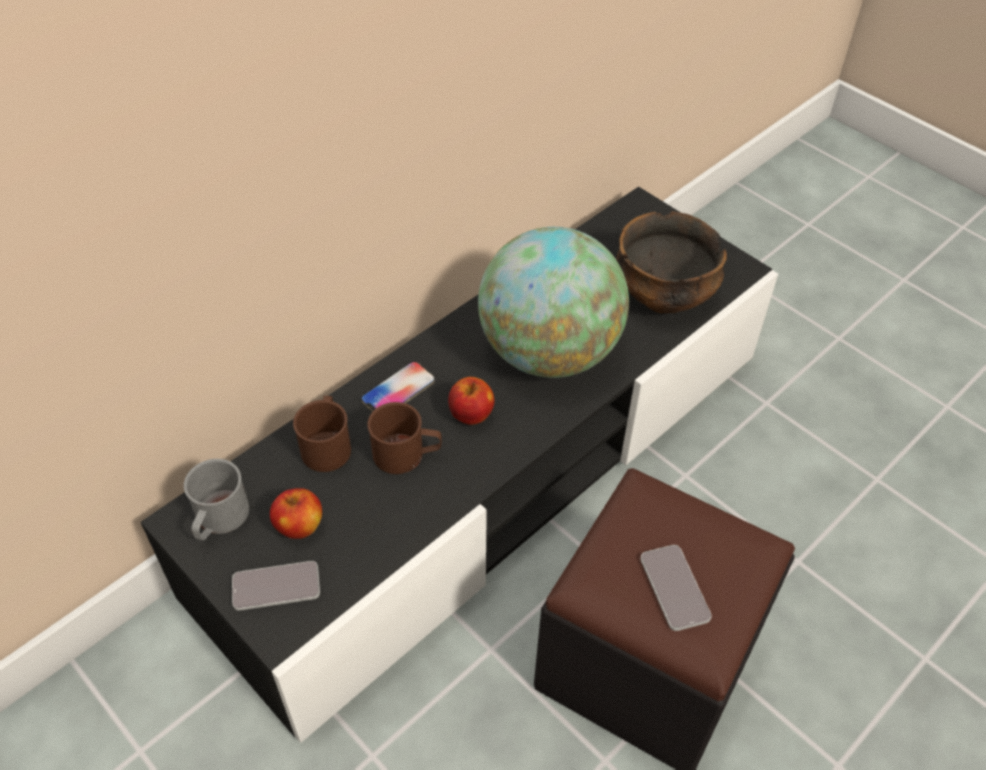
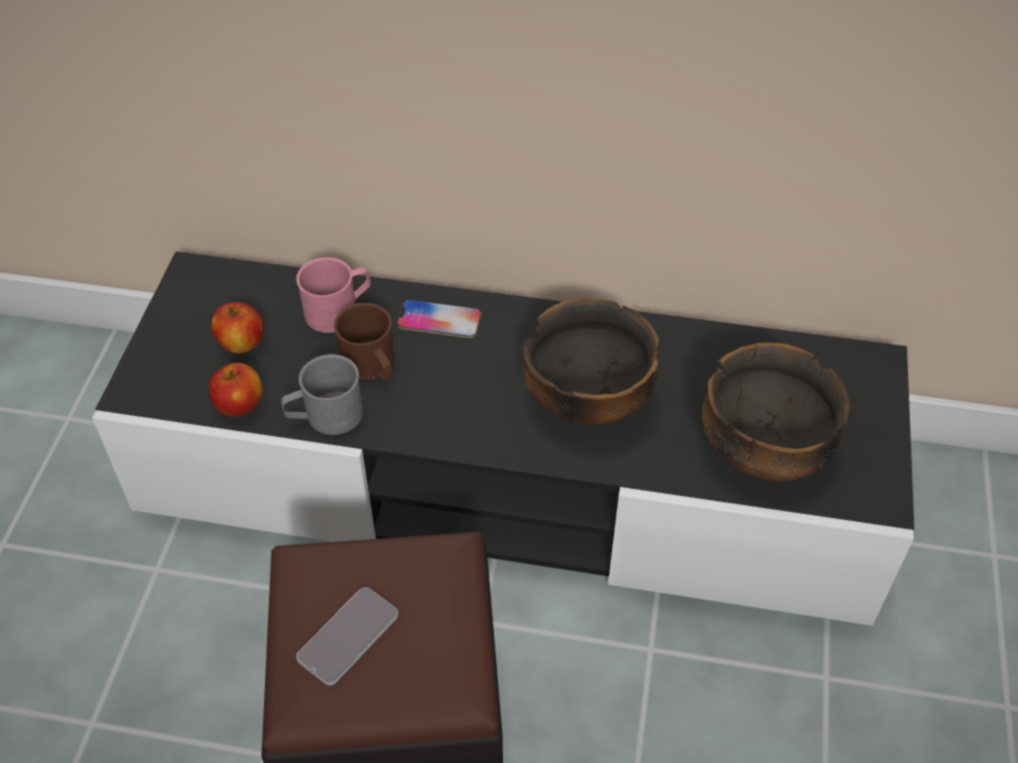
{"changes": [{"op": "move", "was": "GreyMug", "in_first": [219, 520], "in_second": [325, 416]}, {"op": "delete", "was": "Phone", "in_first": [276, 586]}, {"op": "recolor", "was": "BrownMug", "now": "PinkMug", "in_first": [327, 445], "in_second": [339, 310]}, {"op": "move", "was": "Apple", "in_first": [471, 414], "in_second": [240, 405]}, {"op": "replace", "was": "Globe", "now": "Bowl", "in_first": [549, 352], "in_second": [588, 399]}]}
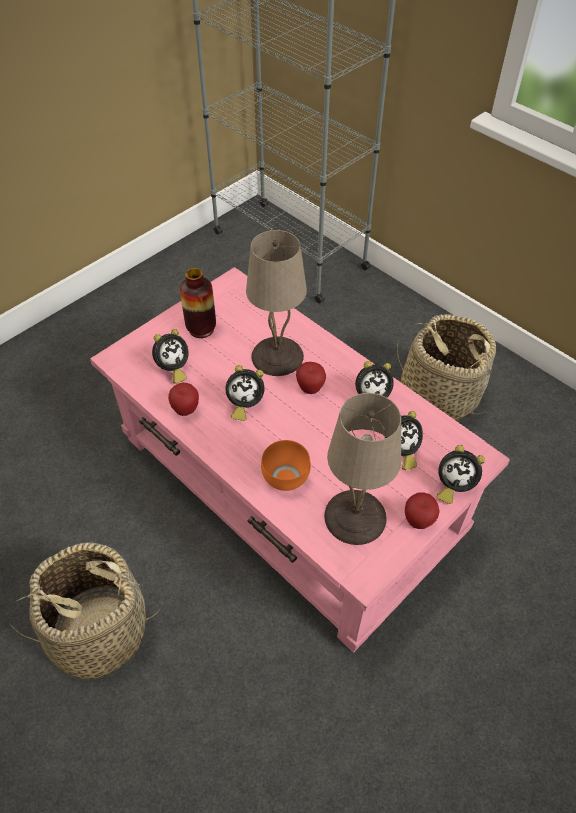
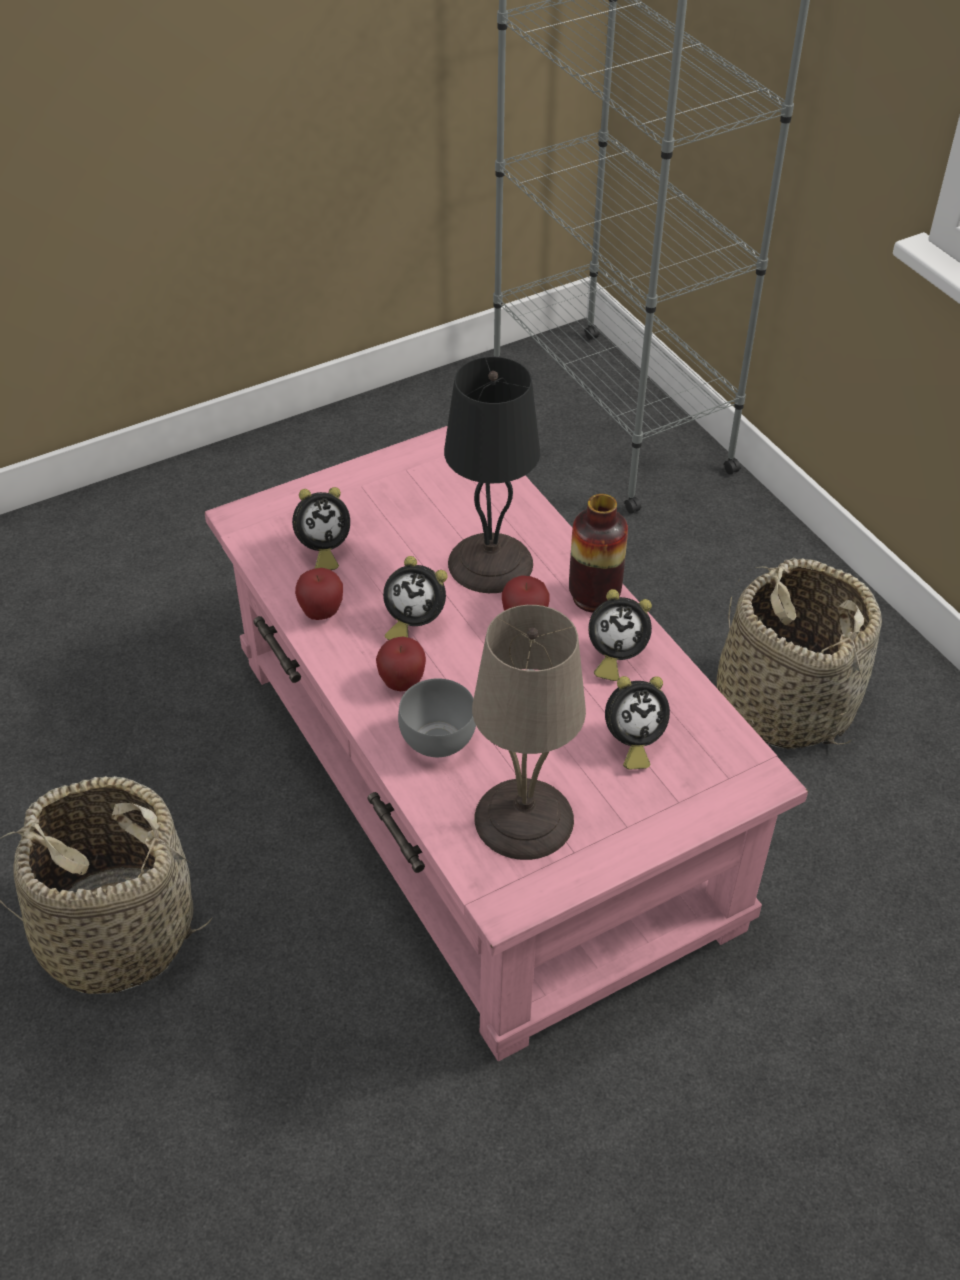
{"changes": [{"op": "move", "was": "Vase", "in_first": [201, 329], "in_second": [594, 597]}, {"op": "recolor", "was": "BeigeTableLamp", "now": "BlackTableLamp", "in_first": [278, 356], "in_second": [492, 563]}, {"op": "recolor", "was": "OrangeBowl", "now": "GreyBowl", "in_first": [287, 478], "in_second": [440, 742]}, {"op": "move", "was": "Apple", "in_first": [418, 521], "in_second": [402, 683]}, {"op": "delete", "was": "AlarmClock", "in_first": [453, 485]}]}
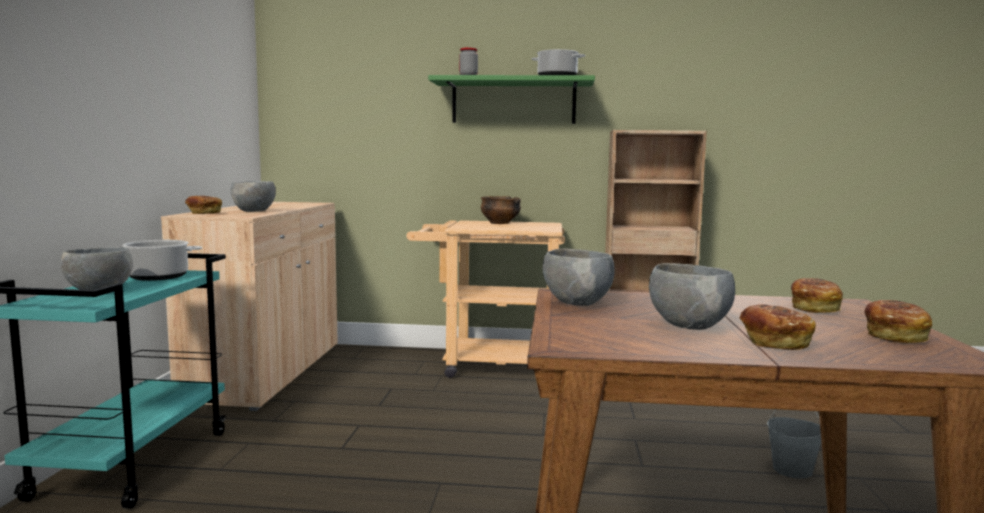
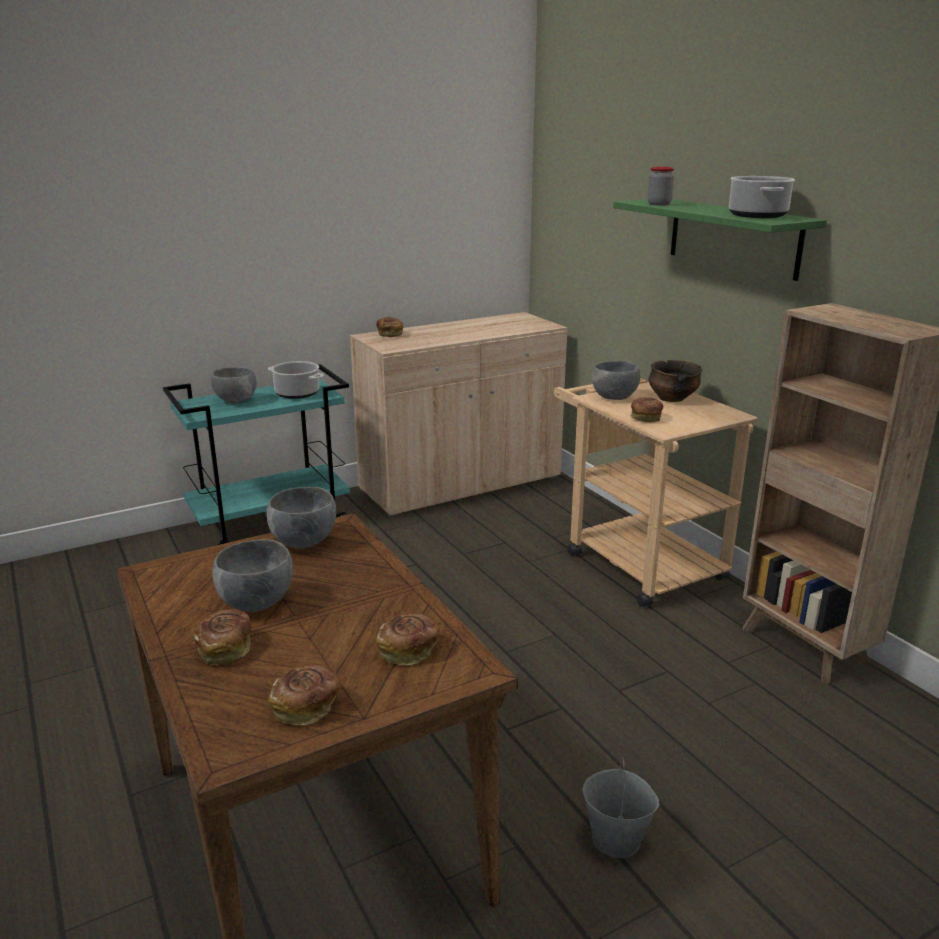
{"changes": [{"op": "move", "was": "GreyBowl", "in_first": [254, 211], "in_second": [615, 398]}, {"op": "insert", "now": "Bread", "in_second": [645, 418]}]}
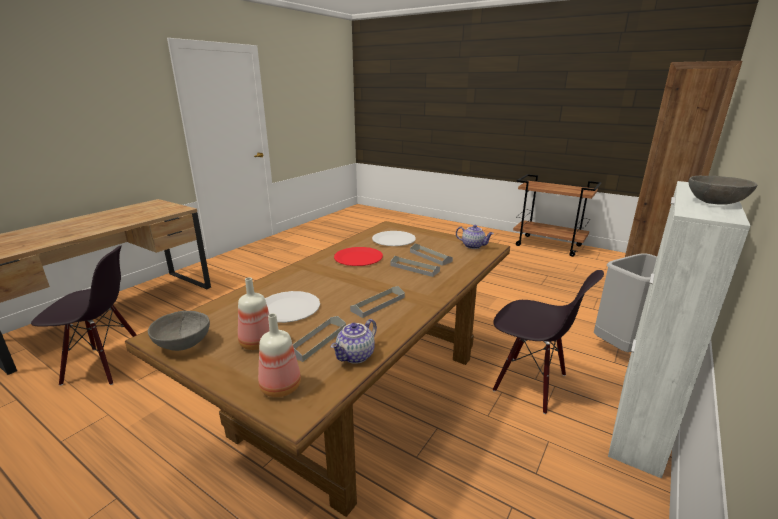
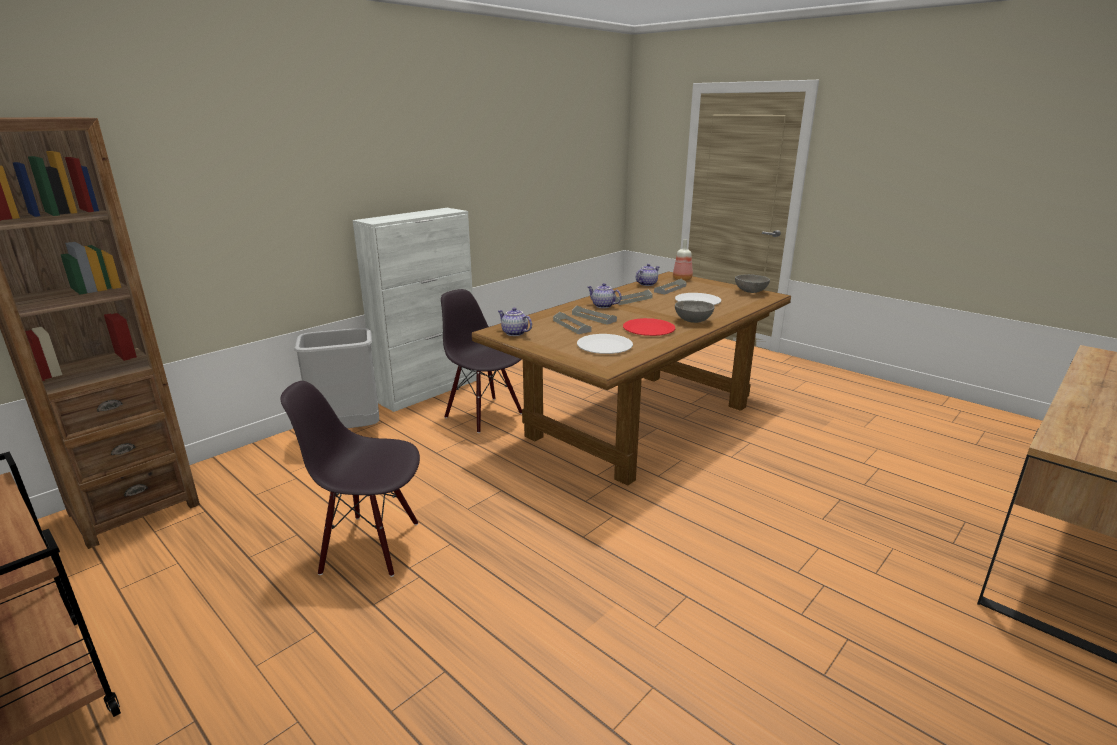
{"changes": [{"op": "move", "was": "BlackChair", "in_first": [104, 364], "in_second": [371, 546]}, {"op": "delete", "was": "Bottle", "in_first": [257, 344]}, {"op": "move", "was": "GreyBowl", "in_first": [715, 203], "in_second": [692, 321]}, {"op": "insert", "now": "Teapot", "in_second": [602, 306]}]}
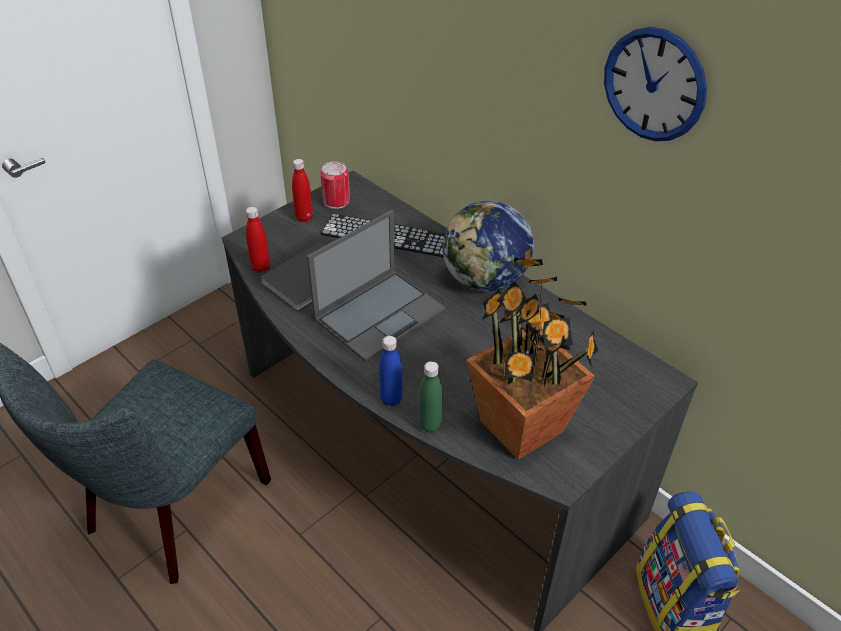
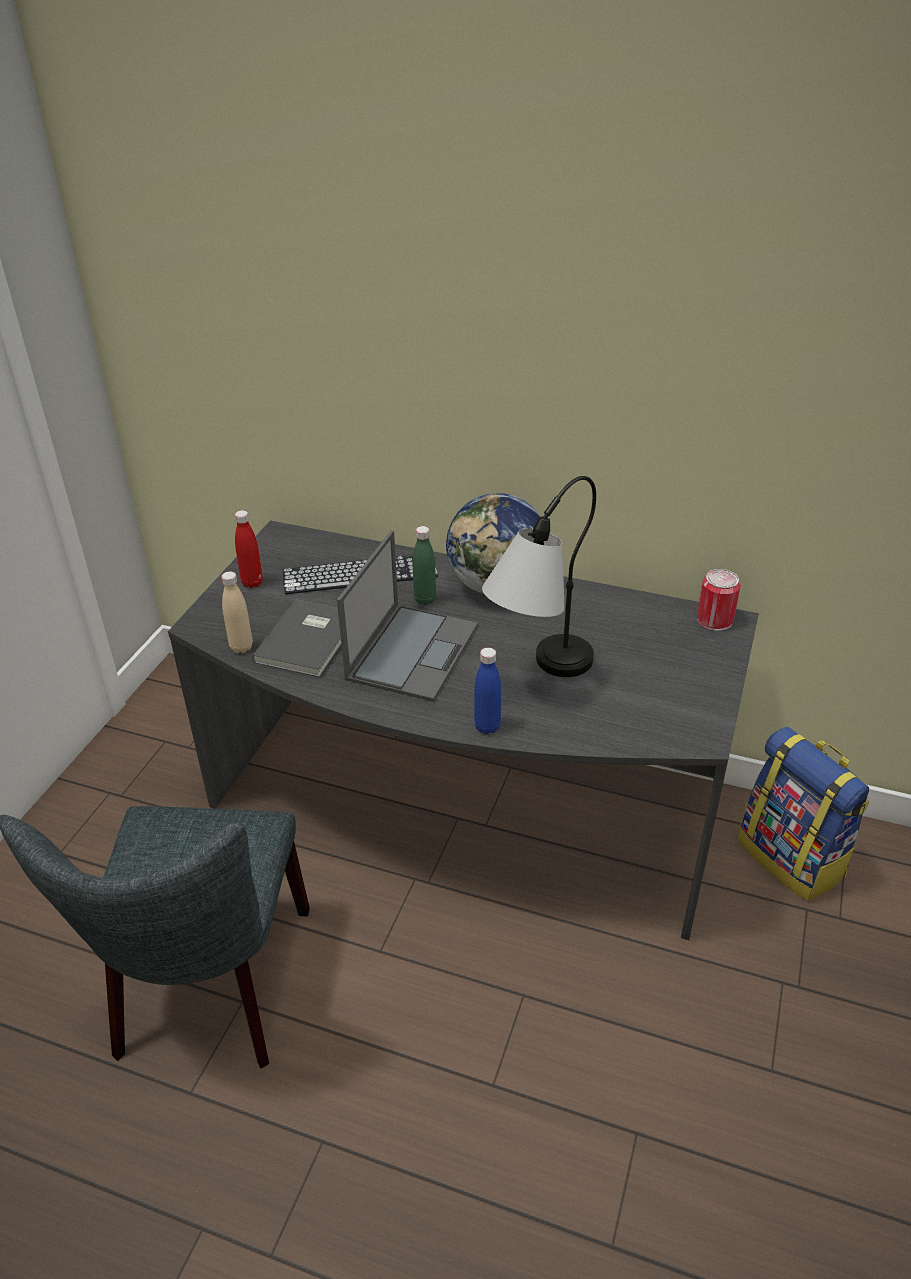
{"changes": [{"op": "recolor", "was": "RedBottle", "now": "BeigeBottle", "in_first": [261, 267], "in_second": [241, 647]}, {"op": "move", "was": "Can", "in_first": [336, 201], "in_second": [714, 620]}, {"op": "move", "was": "GreenBottle", "in_first": [430, 425], "in_second": [425, 599]}, {"op": "delete", "was": "PottedPlant", "in_first": [522, 427]}, {"op": "delete", "was": "WallClock", "in_first": [654, 85]}, {"op": "insert", "now": "TableLamp", "in_second": [537, 676]}]}
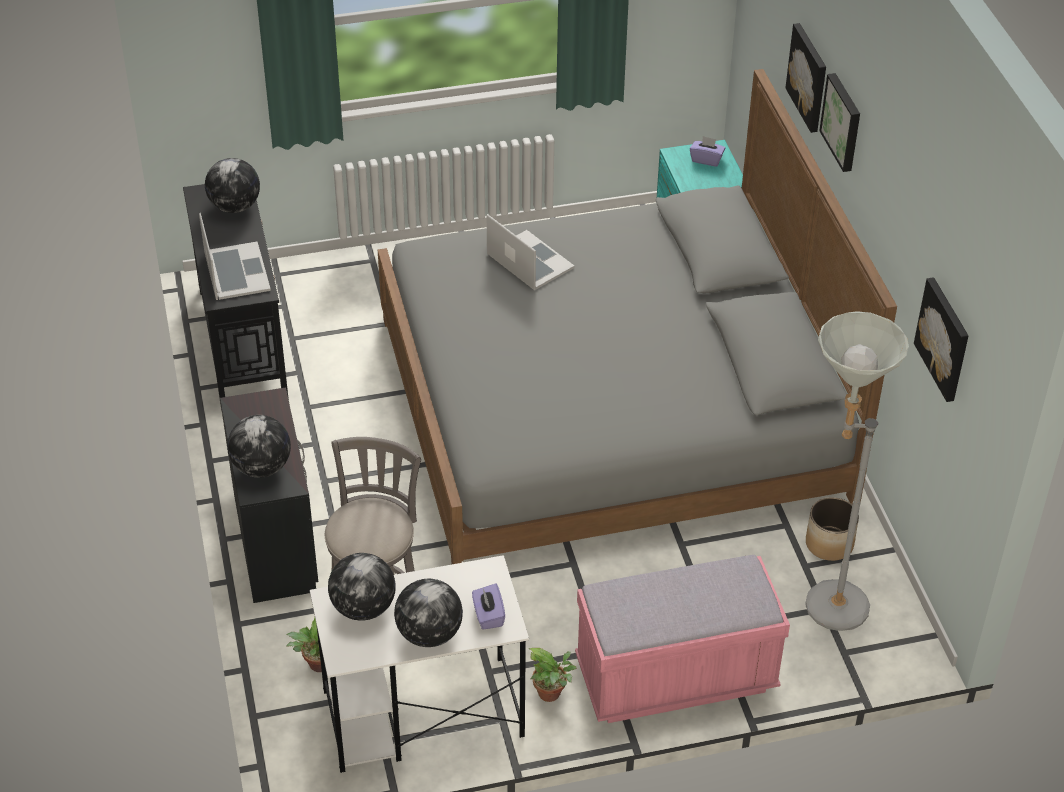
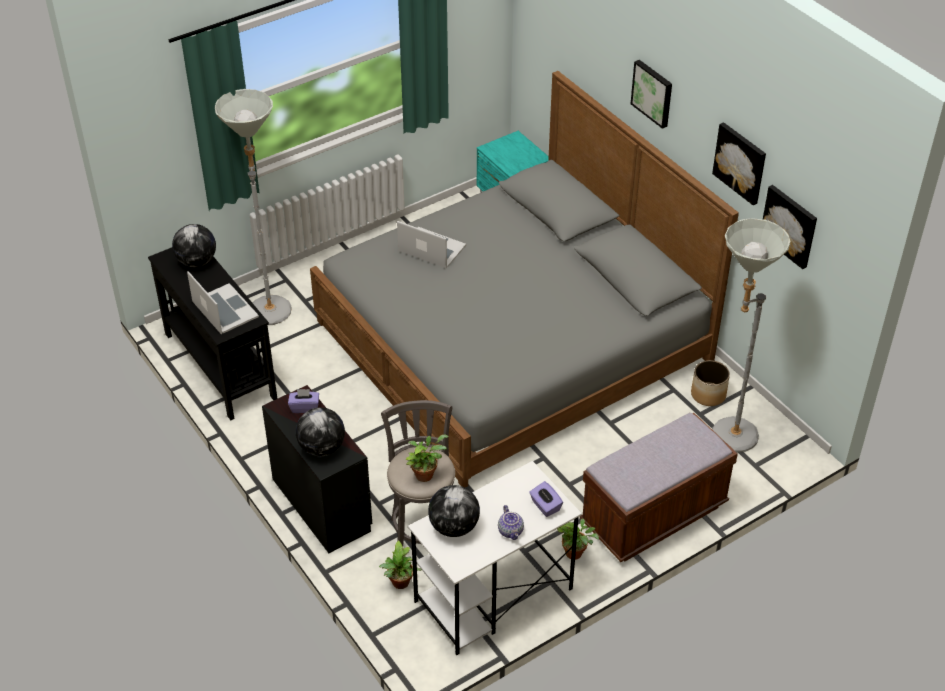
{"changes": [{"op": "replace", "was": "Globe", "now": "Teapot", "in_first": [429, 634], "in_second": [511, 531]}, {"op": "recolor", "was": "PinkBench", "now": "BrownBench", "in_first": [676, 677], "in_second": [653, 515]}, {"op": "move", "was": "PurpleTissueBox", "in_first": [706, 159], "in_second": [304, 407]}, {"op": "move", "was": "Picture", "in_first": [809, 77], "in_second": [741, 162]}, {"op": "insert", "now": "GreyFloorLamp", "in_second": [269, 305]}, {"op": "insert", "now": "PottedPlant", "in_second": [425, 473]}]}
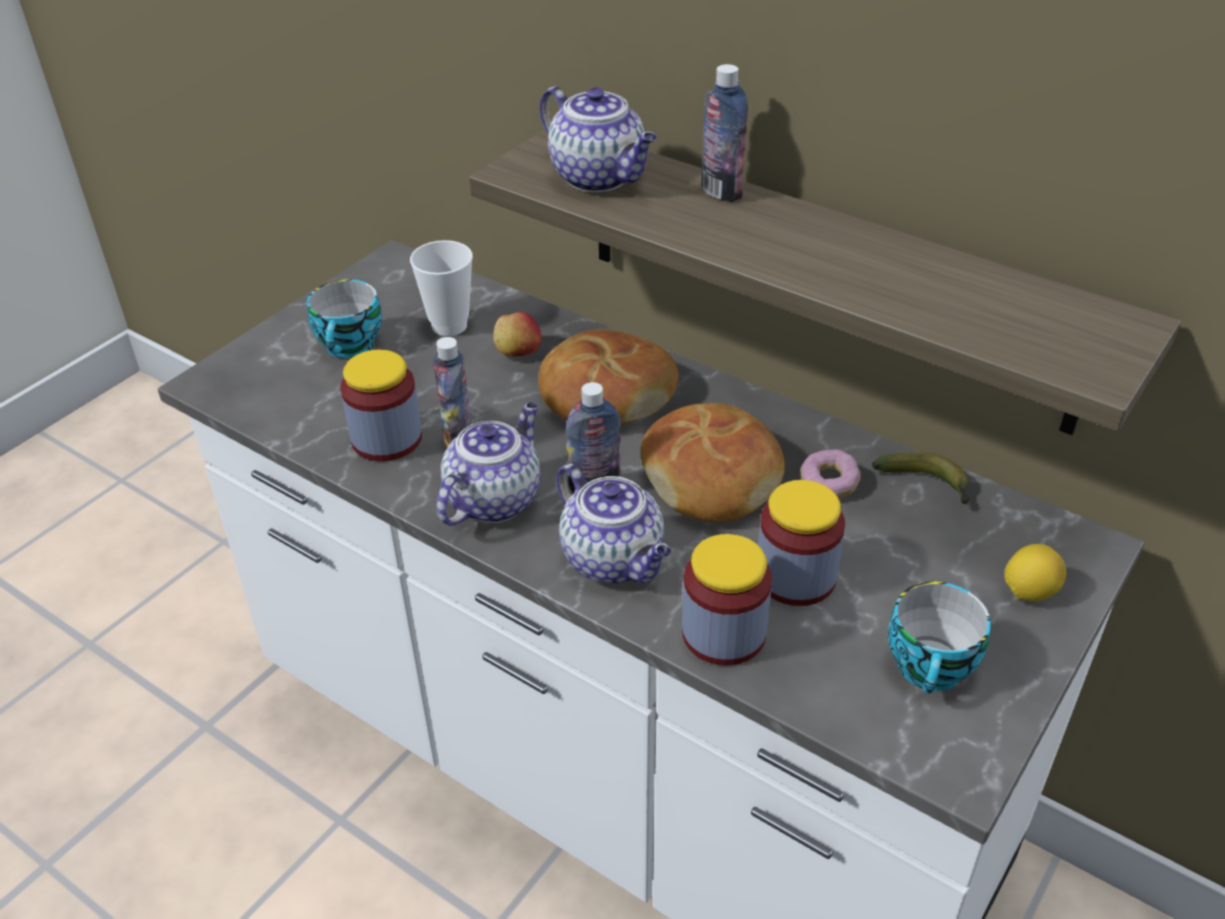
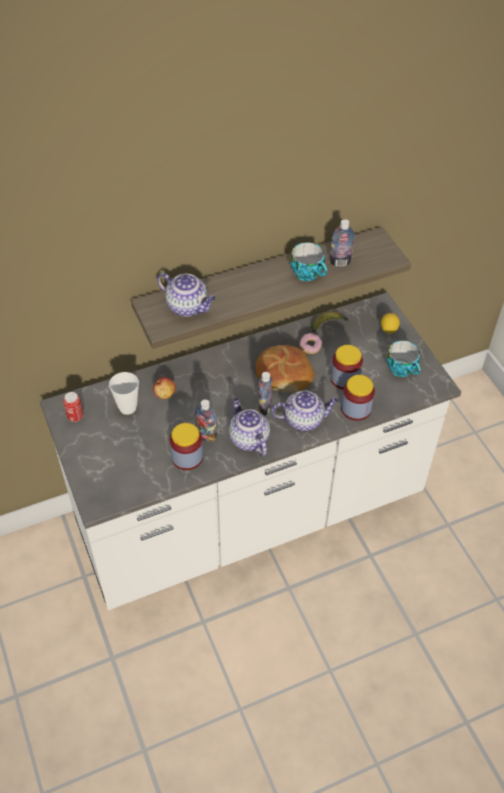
{"changes": [{"op": "move", "was": "Cup", "in_first": [351, 347], "in_second": [308, 273]}, {"op": "delete", "was": "Bread", "in_first": [605, 395]}, {"op": "rotate", "was": "Teapot", "in_first": [600, 177], "in_second": [188, 307], "clockwise": 45}, {"op": "move", "was": "Bottle", "in_first": [721, 191], "in_second": [340, 262]}, {"op": "insert", "now": "Can", "in_second": [75, 416]}]}
